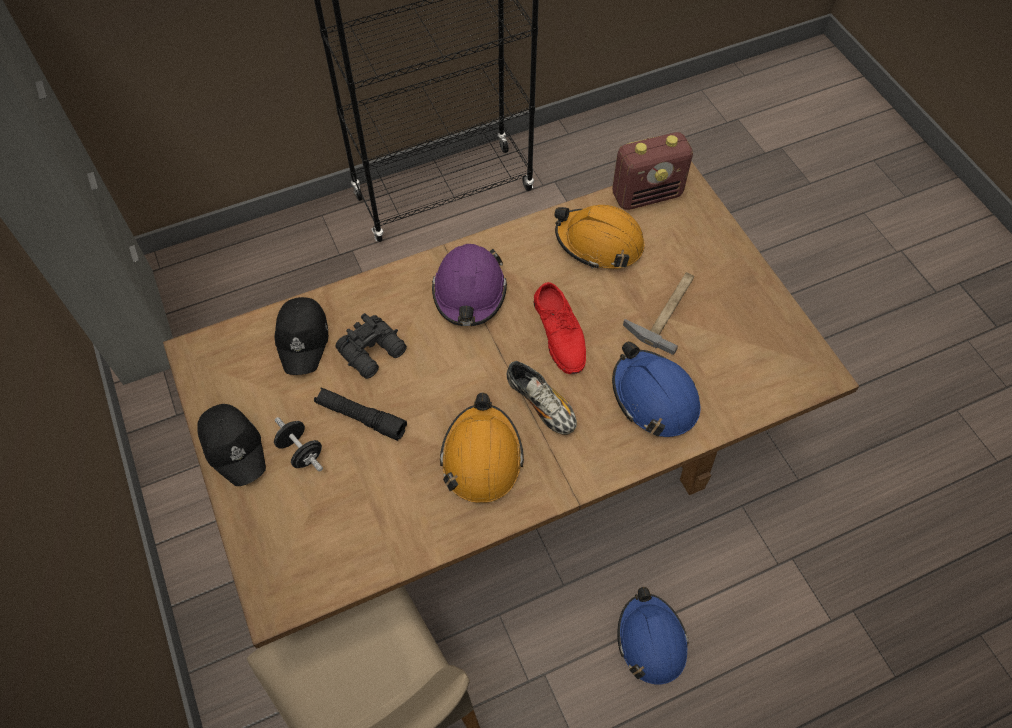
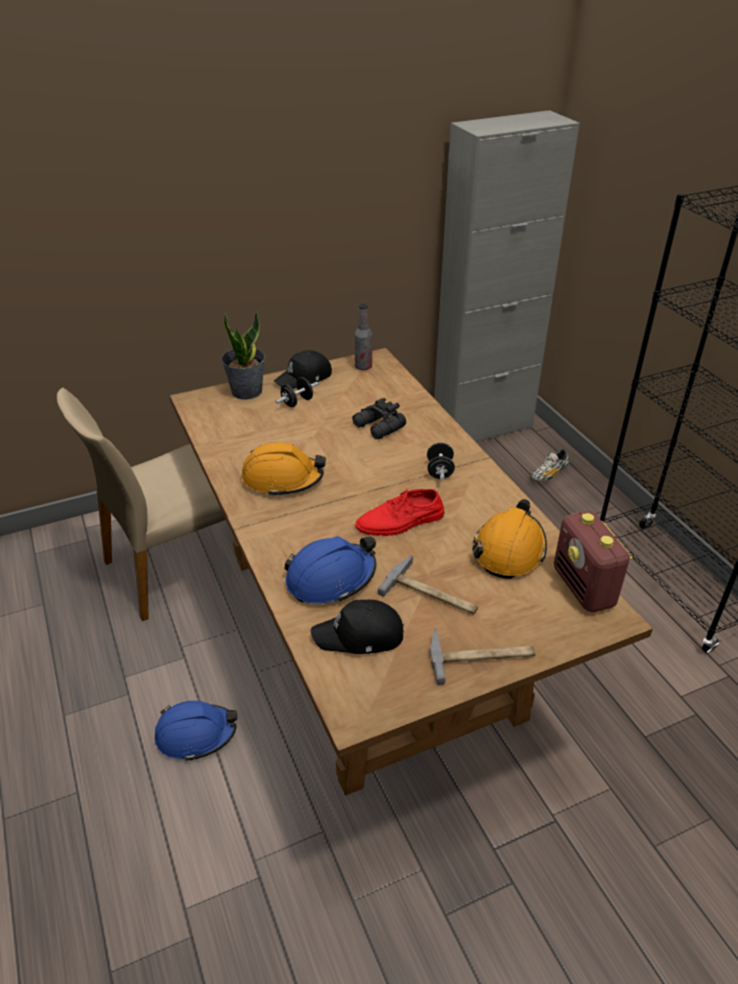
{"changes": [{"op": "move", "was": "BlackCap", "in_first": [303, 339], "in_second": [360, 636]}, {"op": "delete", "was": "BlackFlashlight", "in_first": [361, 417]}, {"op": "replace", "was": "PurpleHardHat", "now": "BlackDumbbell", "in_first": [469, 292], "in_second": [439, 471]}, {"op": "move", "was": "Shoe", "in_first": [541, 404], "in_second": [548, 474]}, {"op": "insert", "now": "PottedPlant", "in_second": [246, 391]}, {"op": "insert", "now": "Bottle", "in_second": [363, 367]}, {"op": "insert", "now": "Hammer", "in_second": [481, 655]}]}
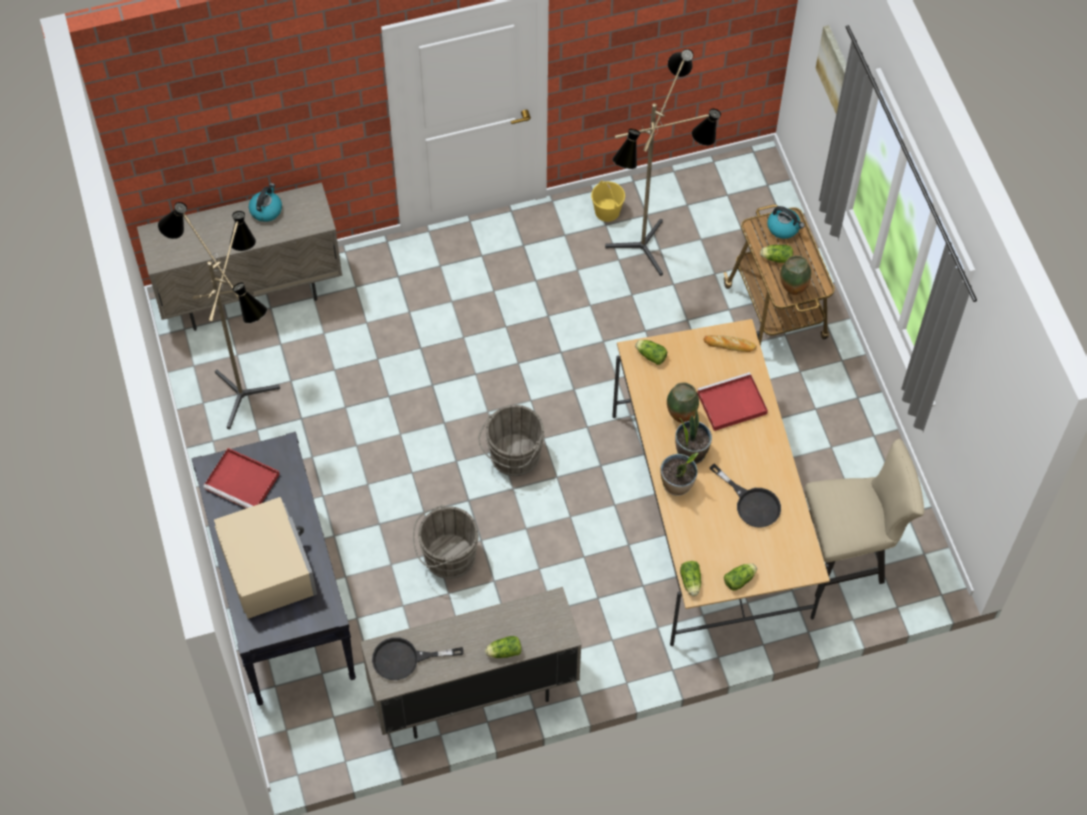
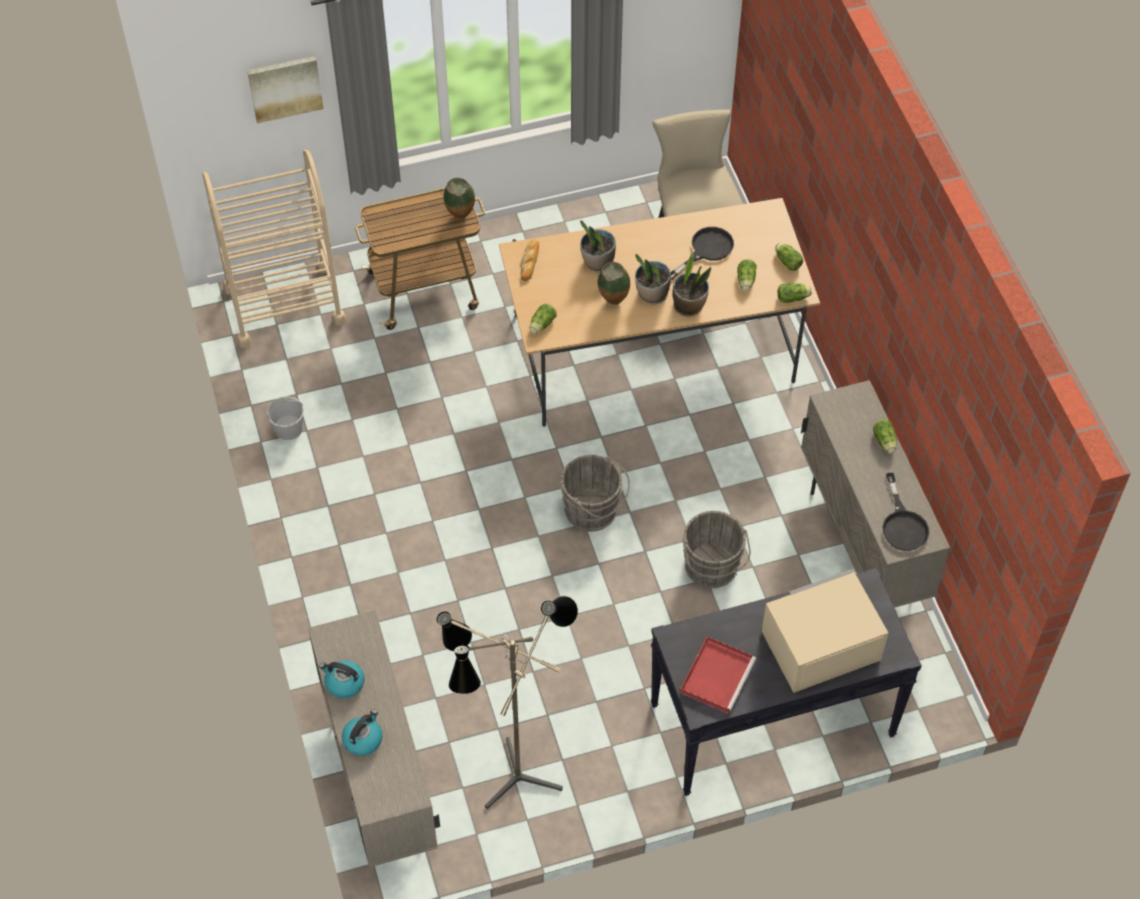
{"changes": [{"op": "recolor", "was": "YellowBucket", "now": "WhiteBucket", "in_first": [607, 211], "in_second": [289, 428]}, {"op": "delete", "was": "FloorLamp", "in_first": [650, 250]}, {"op": "replace", "was": "RedTray", "now": "PottedPlant", "in_first": [730, 404], "in_second": [597, 263]}, {"op": "move", "was": "Lettuce", "in_first": [775, 258], "in_second": [745, 281]}, {"op": "move", "was": "Kettle", "in_first": [784, 227], "in_second": [363, 739]}, {"op": "insert", "now": "BeigeCart", "in_second": [284, 305]}]}
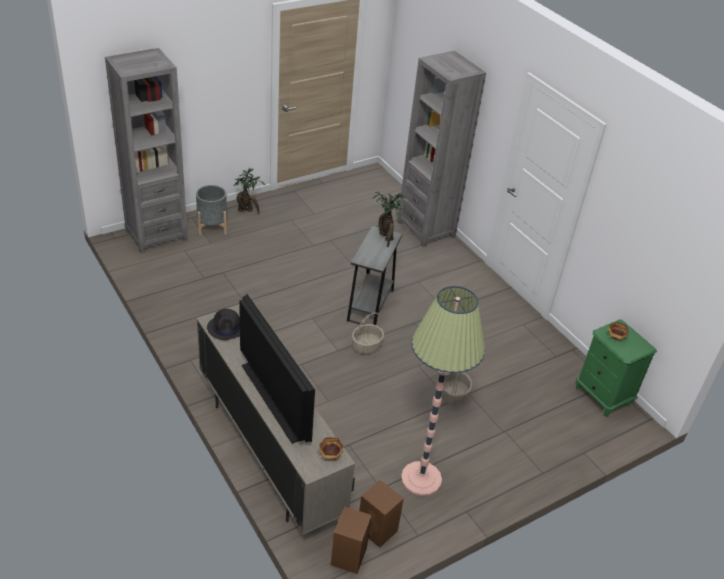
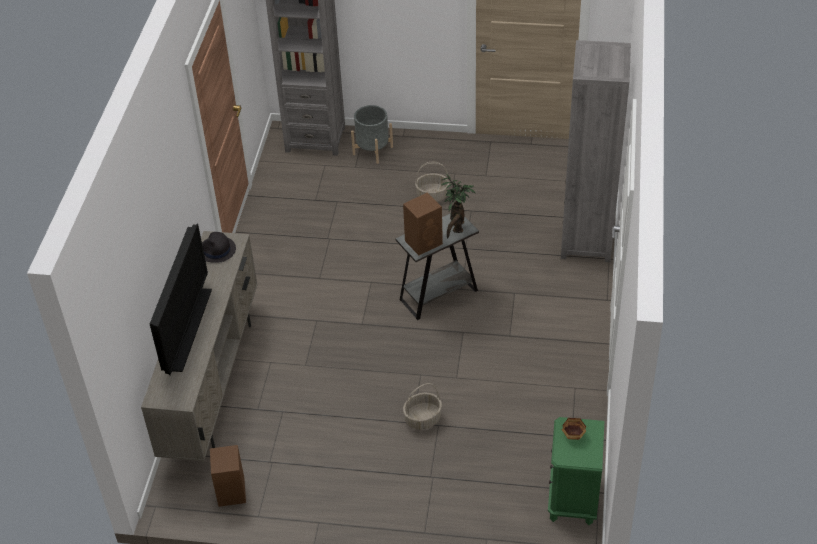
{"changes": [{"op": "delete", "was": "PottedPlant", "in_first": [247, 211]}, {"op": "delete", "was": "Bowl", "in_first": [330, 455]}, {"op": "move", "was": "BrownSpeaker", "in_first": [349, 555], "in_second": [424, 242]}, {"op": "move", "was": "Basket", "in_first": [366, 346], "in_second": [433, 195]}, {"op": "delete", "was": "FloorLamp", "in_first": [421, 478]}]}
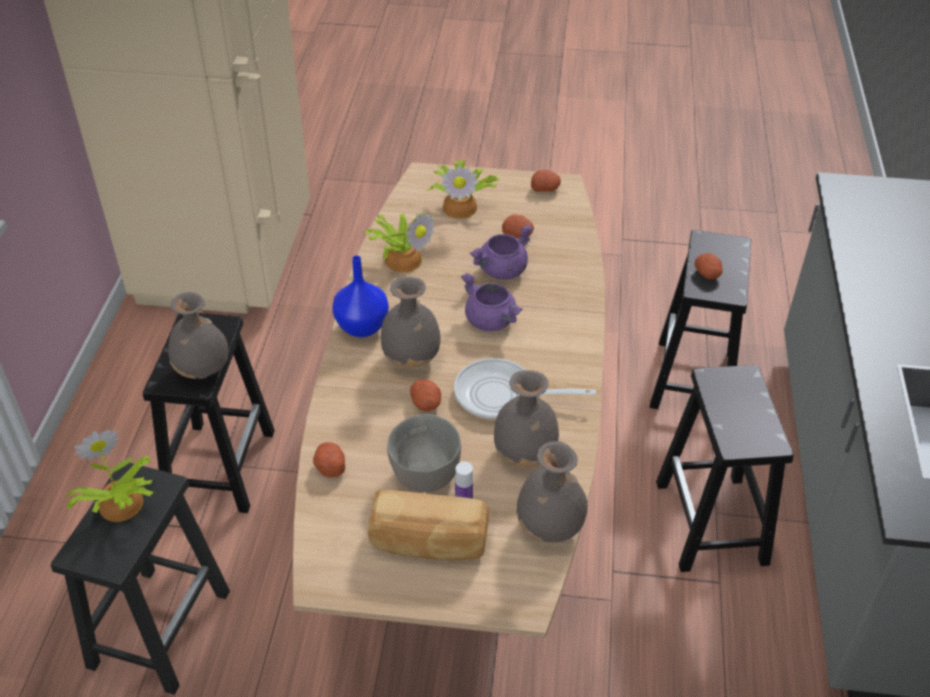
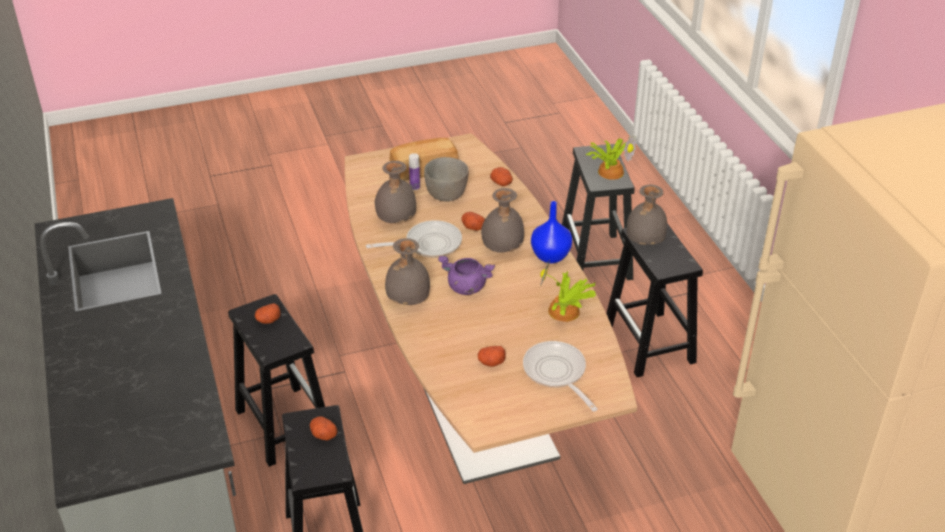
{"changes": [{"op": "replace", "was": "PottedPlant", "now": "FryingPan", "in_first": [461, 206], "in_second": [556, 373]}, {"op": "delete", "was": "PurpleCookingPot", "in_first": [502, 271]}, {"op": "move", "was": "GreyVase", "in_first": [550, 527], "in_second": [407, 299]}, {"op": "move", "was": "Potato", "in_first": [545, 188], "in_second": [268, 320]}]}
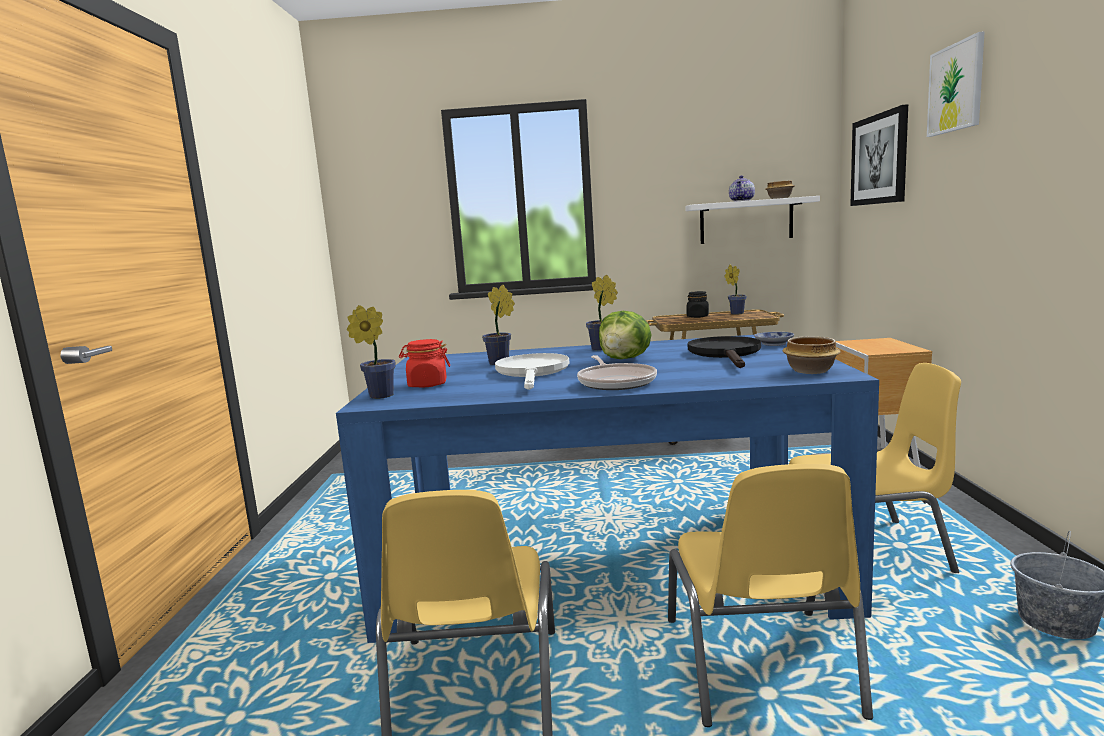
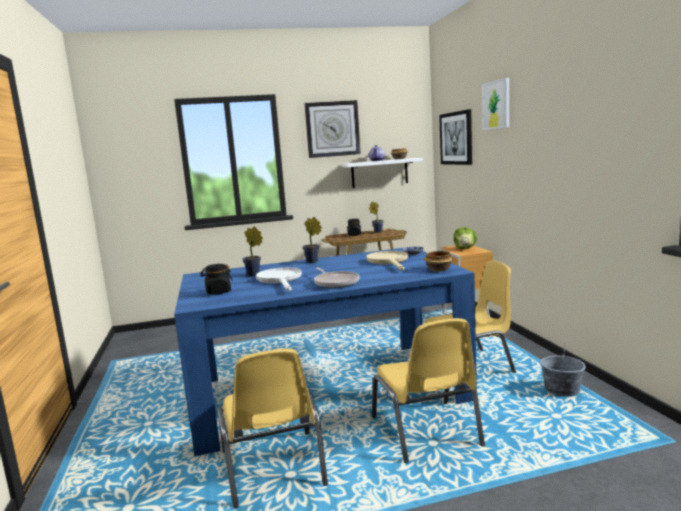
{"changes": [{"op": "delete", "was": "PottedPlant", "in_first": [378, 396]}, {"op": "recolor", "was": "RedJar", "now": "BlackJar", "in_first": [427, 384], "in_second": [218, 292]}, {"op": "move", "was": "Lettuce", "in_first": [625, 359], "in_second": [465, 248]}, {"op": "recolor", "was": "BlackFryingPan", "now": "BeigeFryingPan", "in_first": [726, 354], "in_second": [389, 261]}, {"op": "insert", "now": "WallClock", "in_second": [332, 129]}]}
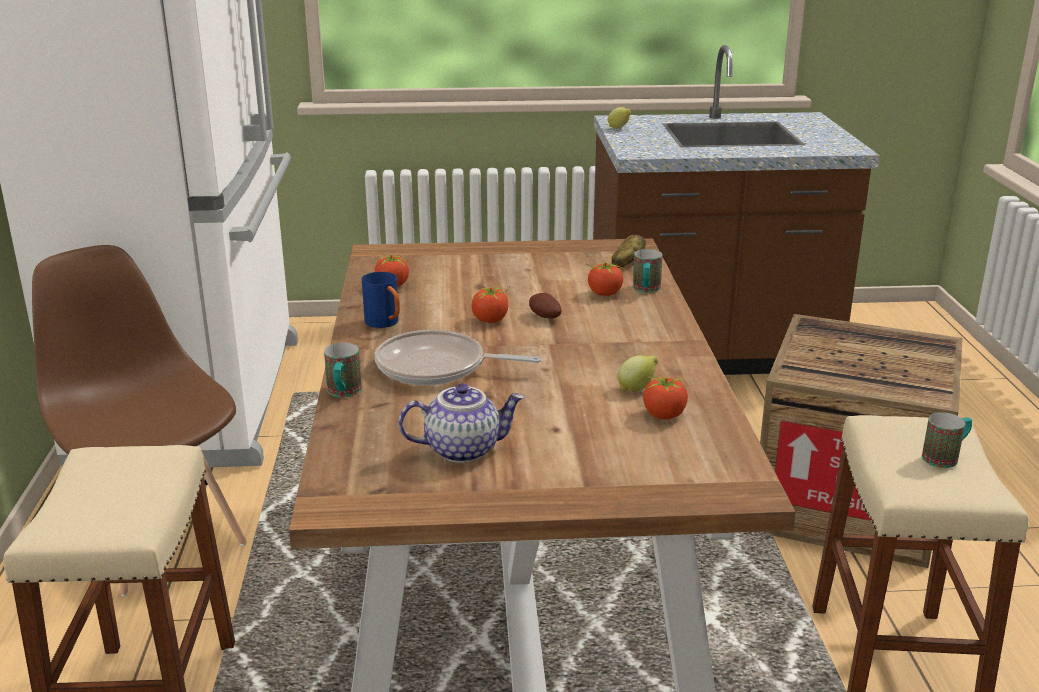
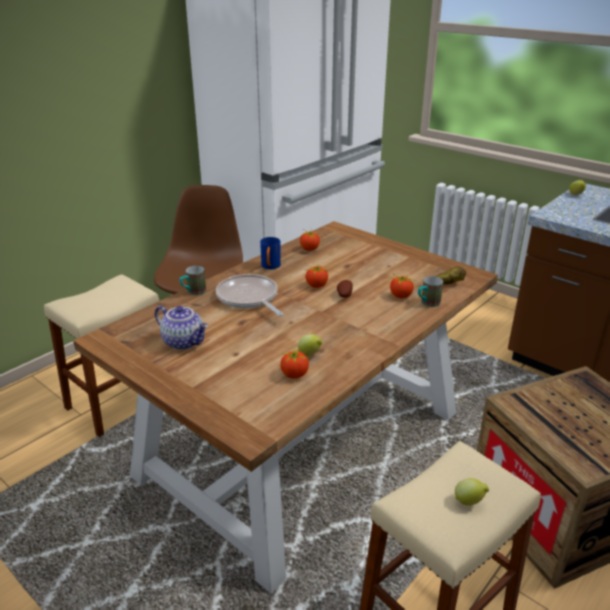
{"changes": [{"op": "replace", "was": "Mug", "now": "Lemon", "in_first": [945, 457], "in_second": [469, 501]}]}
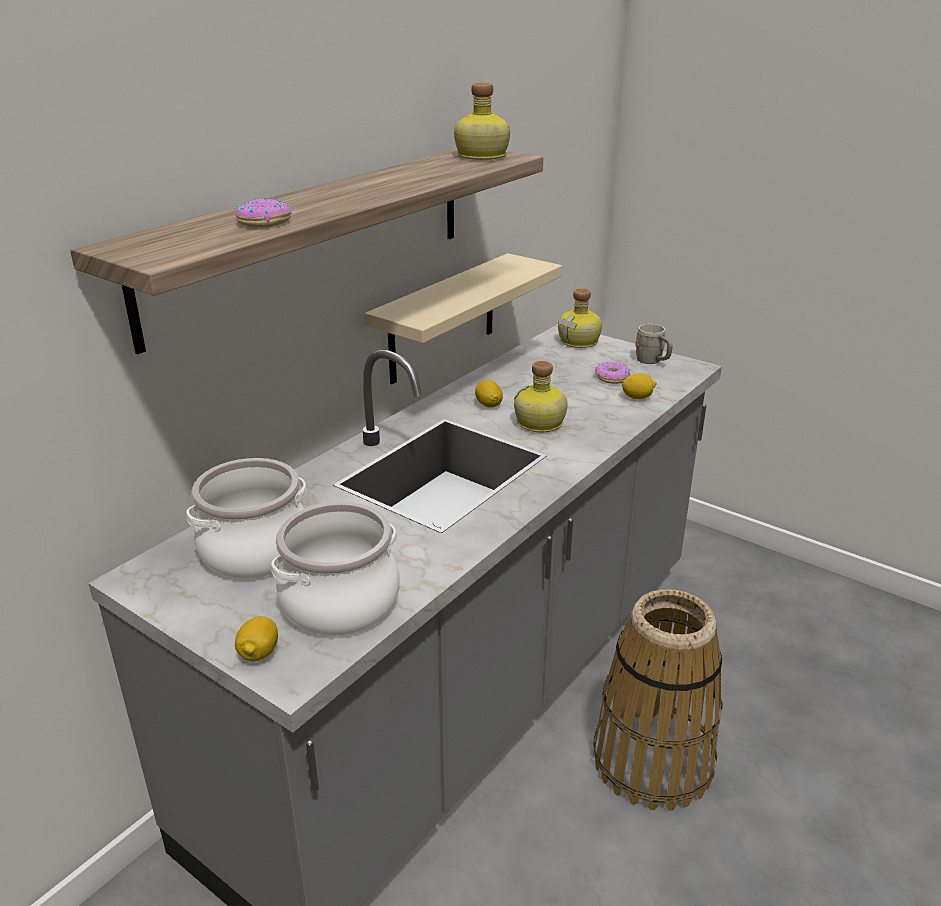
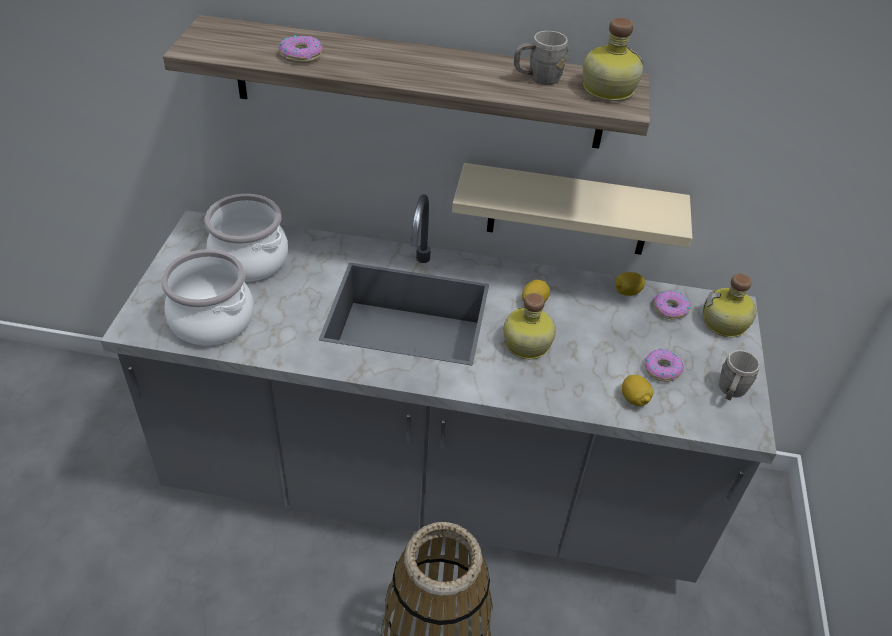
{"changes": [{"op": "move", "was": "Lemon", "in_first": [259, 653], "in_second": [627, 292]}, {"op": "insert", "now": "GreyMug", "in_second": [537, 78]}, {"op": "insert", "now": "Donut", "in_second": [670, 309]}]}
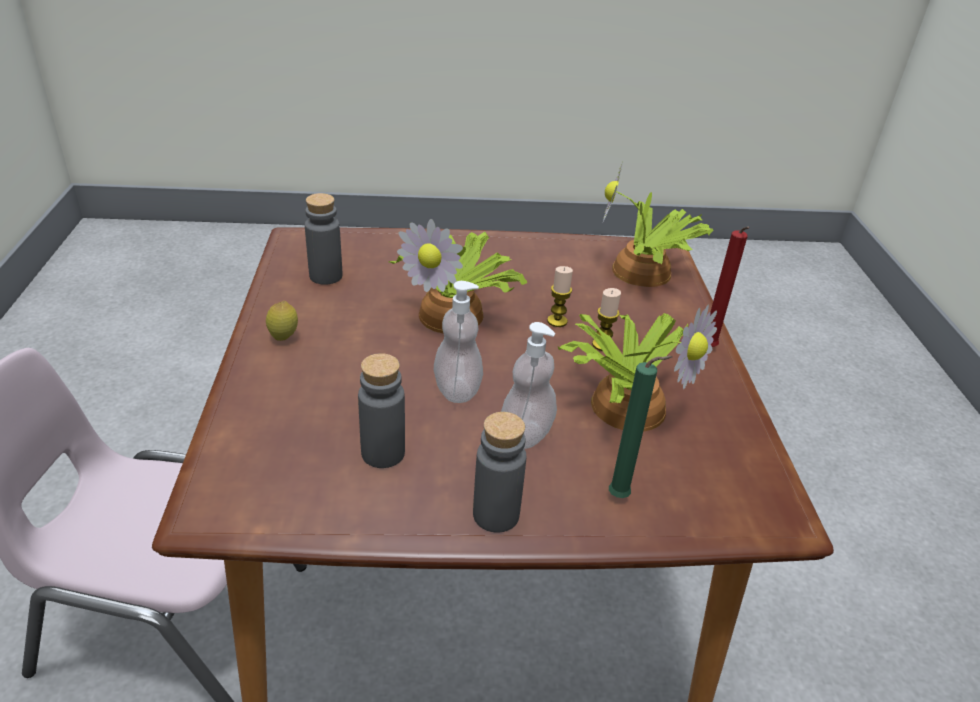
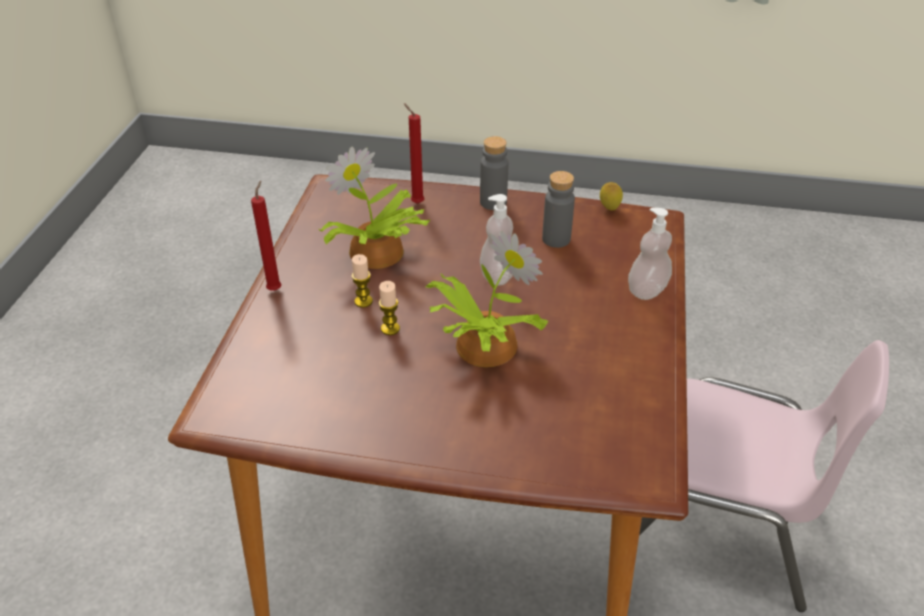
{"changes": [{"op": "move", "was": "Lemon", "in_first": [284, 338], "in_second": [609, 209]}, {"op": "delete", "was": "GreyBottle", "in_first": [326, 276]}, {"op": "move", "was": "SoapDispenser", "in_first": [526, 434], "in_second": [647, 290]}, {"op": "delete", "was": "PottedPlant", "in_first": [644, 273]}, {"op": "recolor", "was": "GreenCandle", "now": "RedCandle", "in_first": [622, 497], "in_second": [416, 202]}]}
